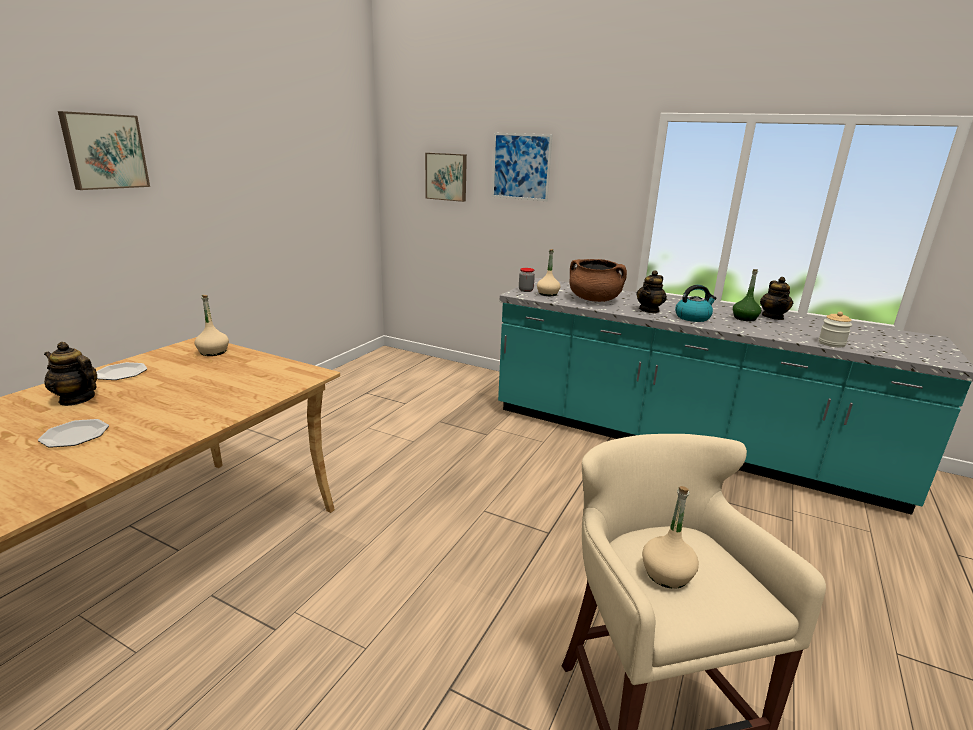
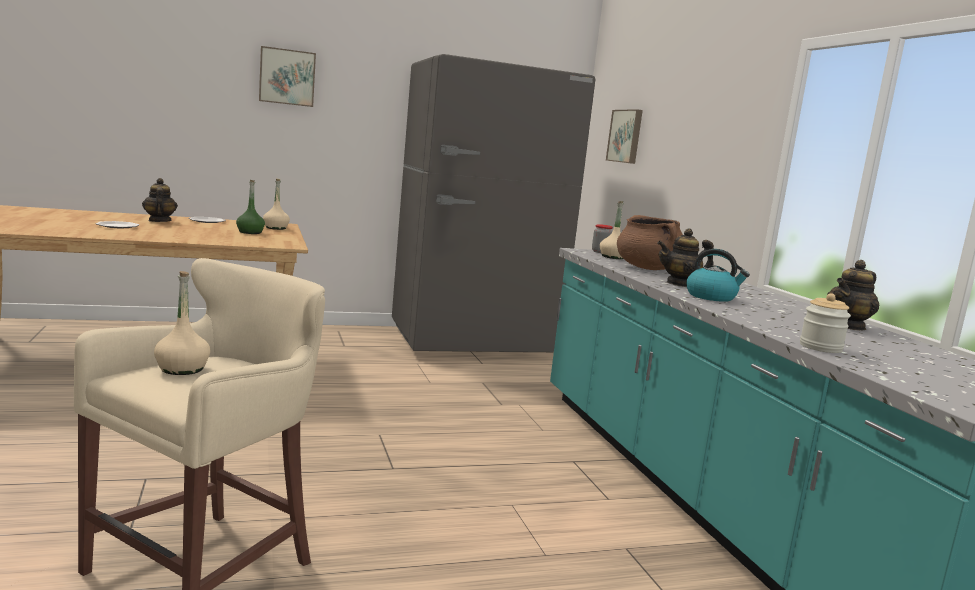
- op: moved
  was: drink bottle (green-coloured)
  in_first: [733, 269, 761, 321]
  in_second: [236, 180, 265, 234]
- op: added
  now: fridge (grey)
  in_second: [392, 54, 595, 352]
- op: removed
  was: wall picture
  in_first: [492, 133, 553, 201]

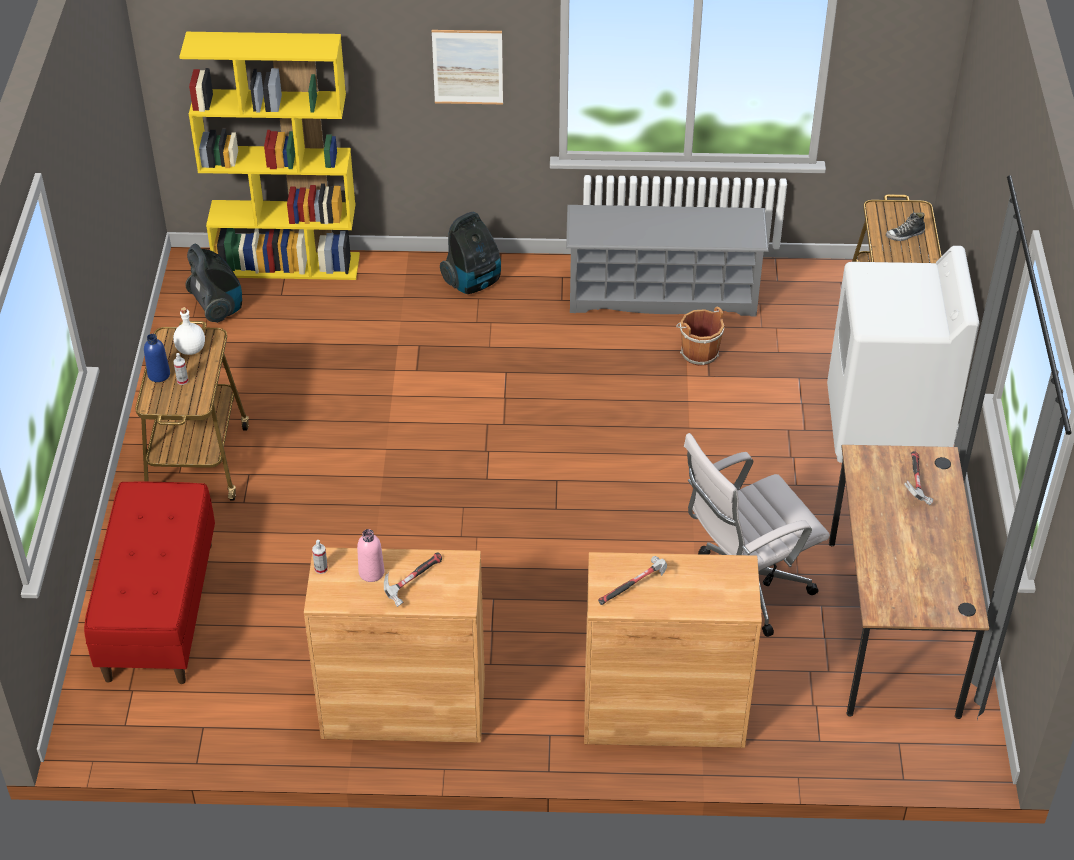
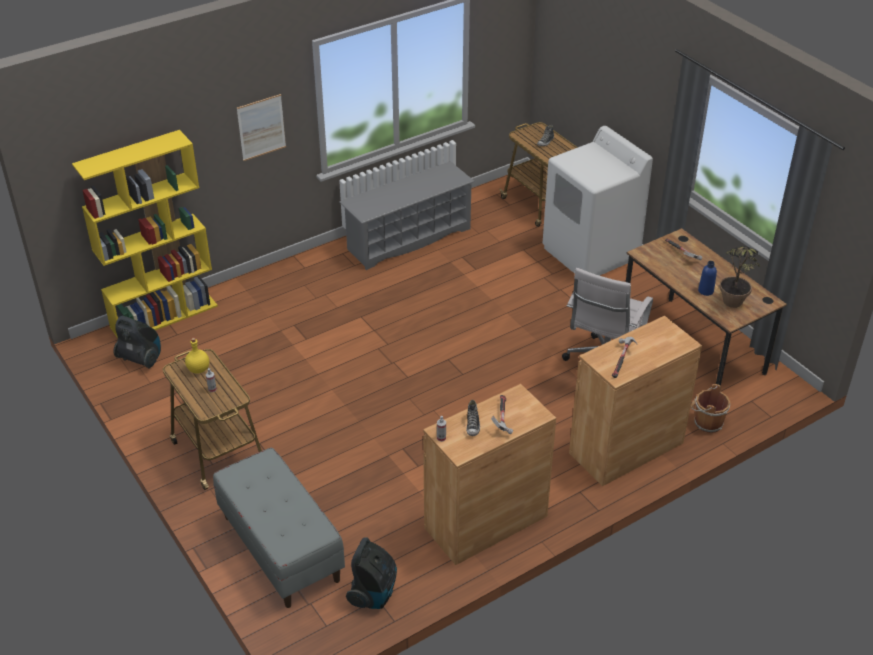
- op: recoloured
  was: drink bottle (whitish)
  now: drink bottle (yellow)
  in_first: [173, 307, 205, 355]
  in_second: [185, 337, 209, 374]
- op: recoloured
  was: bench (reddish)
  now: bench (grey)
  in_first: [84, 481, 215, 684]
  in_second: [213, 448, 345, 608]
- op: moved
  was: hoover
  in_first: [440, 212, 501, 294]
  in_second: [346, 537, 397, 609]
- op: replaced
  was: drink bottle (pinkish)
  now: shoe
  in_first: [357, 529, 385, 582]
  in_second: [466, 400, 480, 436]
- op: moved
  was: pail (brownish)
  in_first: [676, 307, 724, 366]
  in_second: [691, 384, 730, 433]
- op: moved
  was: drink bottle (blue)
  in_first: [144, 334, 170, 382]
  in_second: [698, 261, 717, 296]
- op: added
  now: plant in a pot
  in_second: [720, 246, 760, 308]

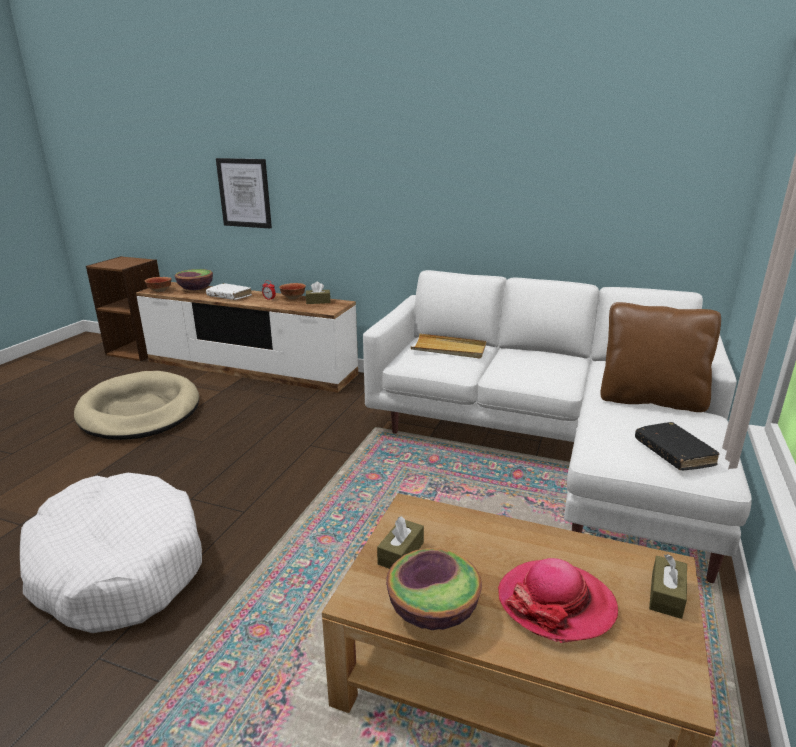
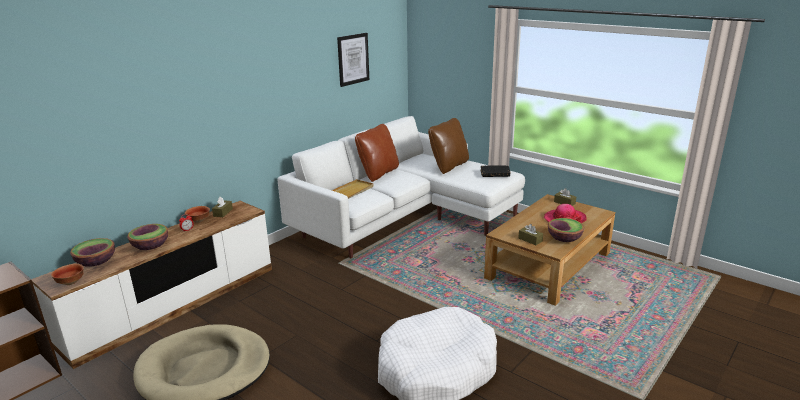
- op: replaced
  was: volume (whitish)
  now: serving bowl
  in_first: [206, 283, 252, 300]
  in_second: [127, 224, 168, 250]
- op: moved
  was: wall picture
  in_first: [216, 158, 272, 228]
  in_second: [337, 33, 369, 87]
- op: added
  now: throw pillow (brownish)
  in_second: [355, 124, 399, 182]

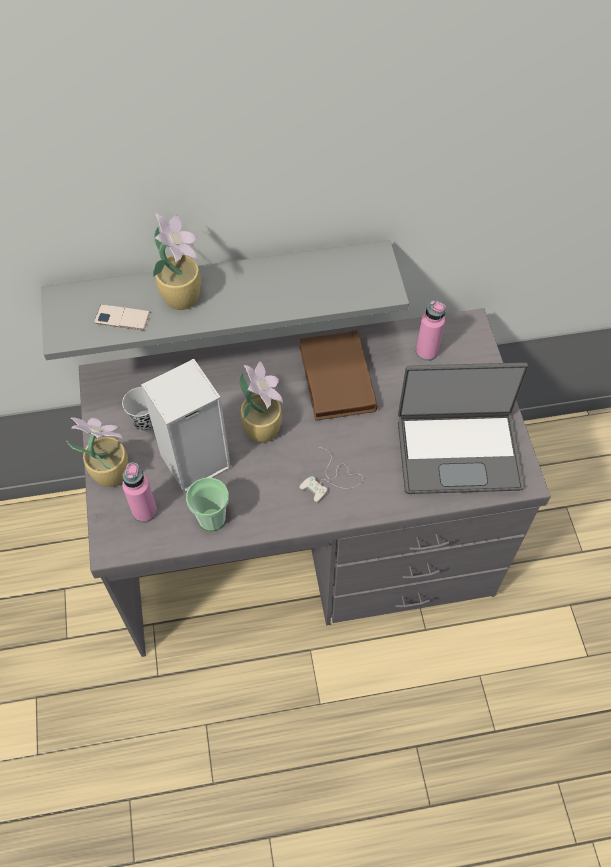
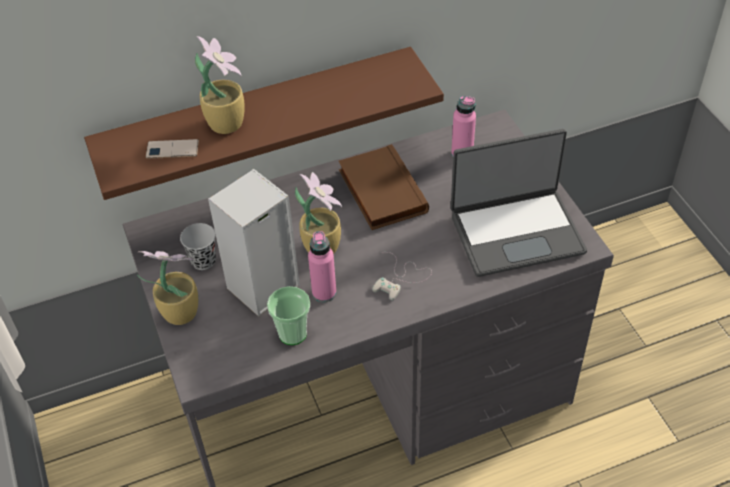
- op: recoloured
  was: bracket shelf (grey)
  now: bracket shelf (brownish)
  in_first: [41, 240, 409, 360]
  in_second: [84, 47, 444, 200]
- op: moved
  was: drink bottle (pinkish)
  in_first: [122, 462, 157, 523]
  in_second: [308, 231, 336, 302]

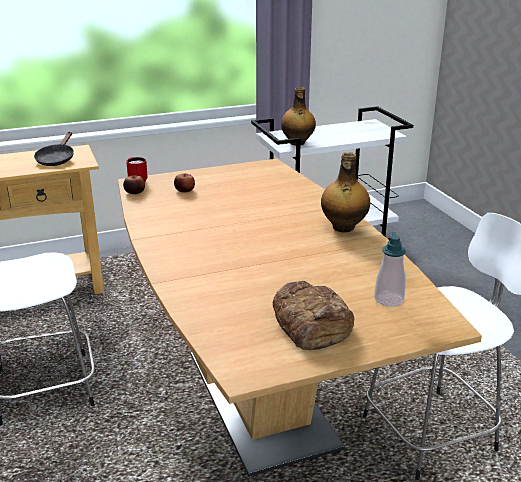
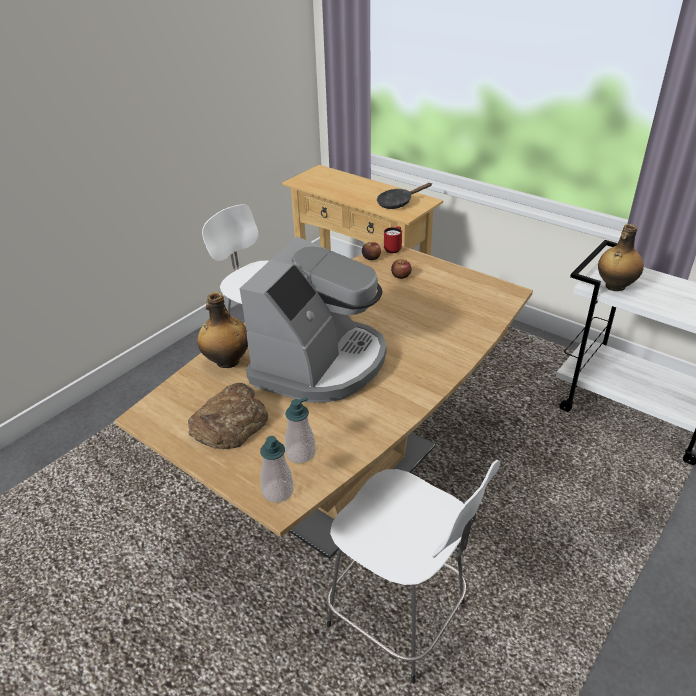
- op: moved
  was: drink bottle
  in_first: [321, 152, 370, 232]
  in_second: [197, 292, 248, 368]
- op: added
  now: coffee brewer
  in_second: [240, 236, 387, 403]
- op: added
  now: soap dispenser
  in_second: [260, 436, 293, 503]

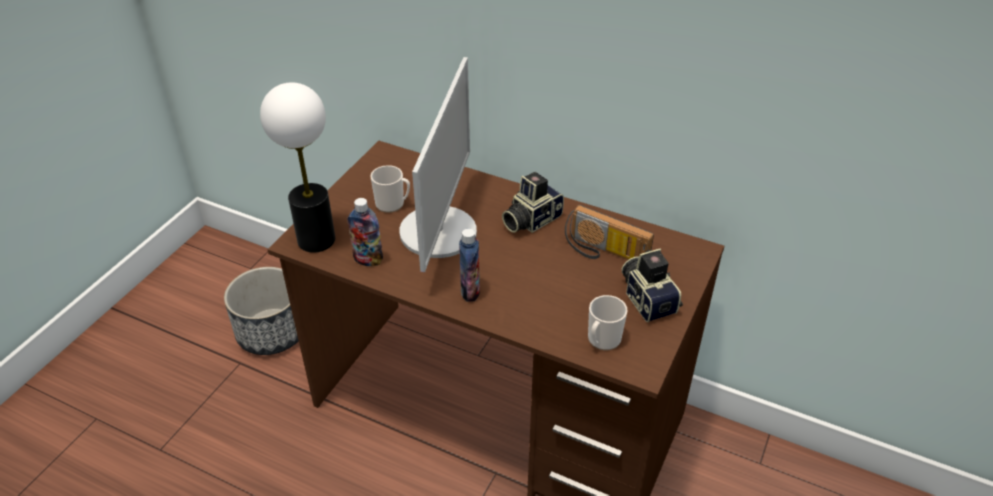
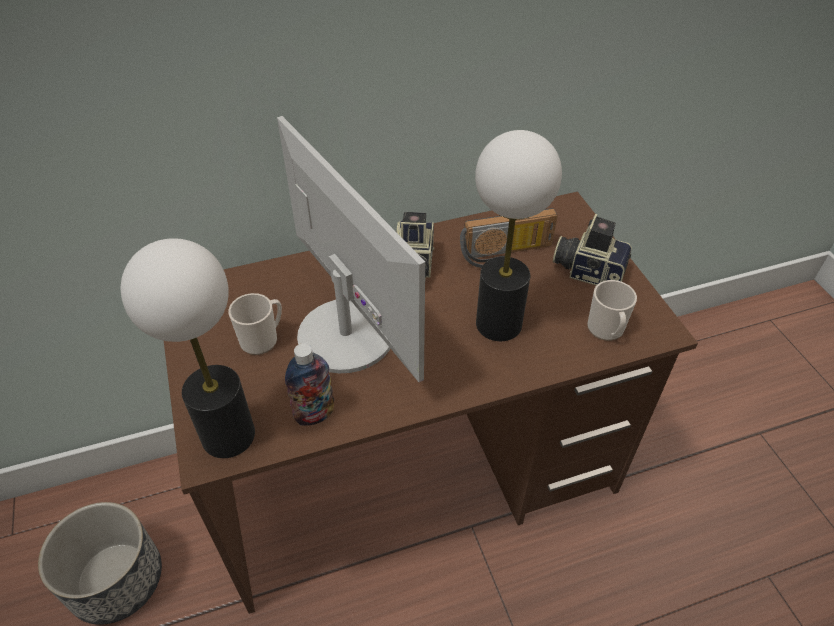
- op: added
  now: table lamp
  in_second: [475, 130, 562, 341]
- op: removed
  was: drink bottle
  in_first: [459, 228, 480, 302]

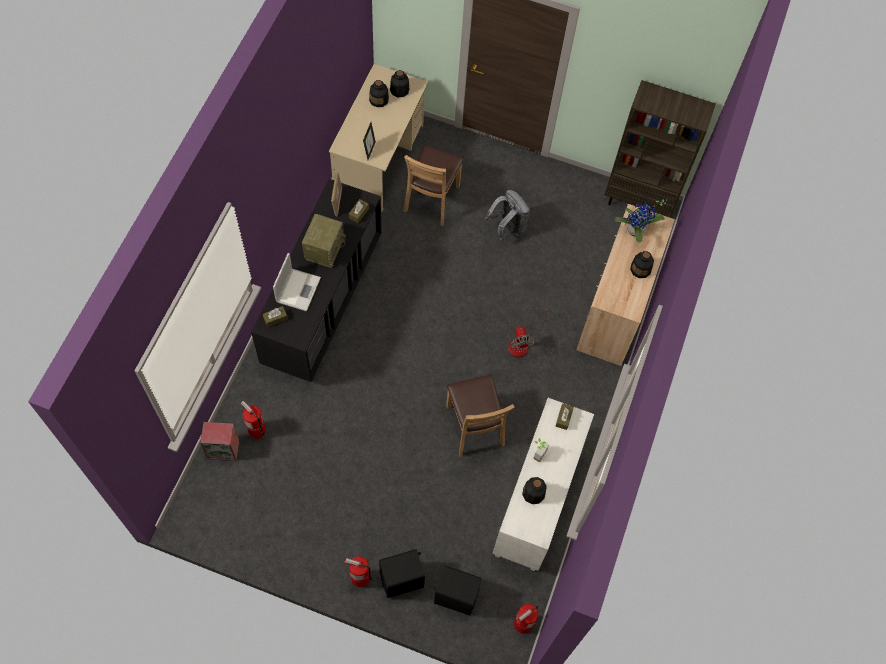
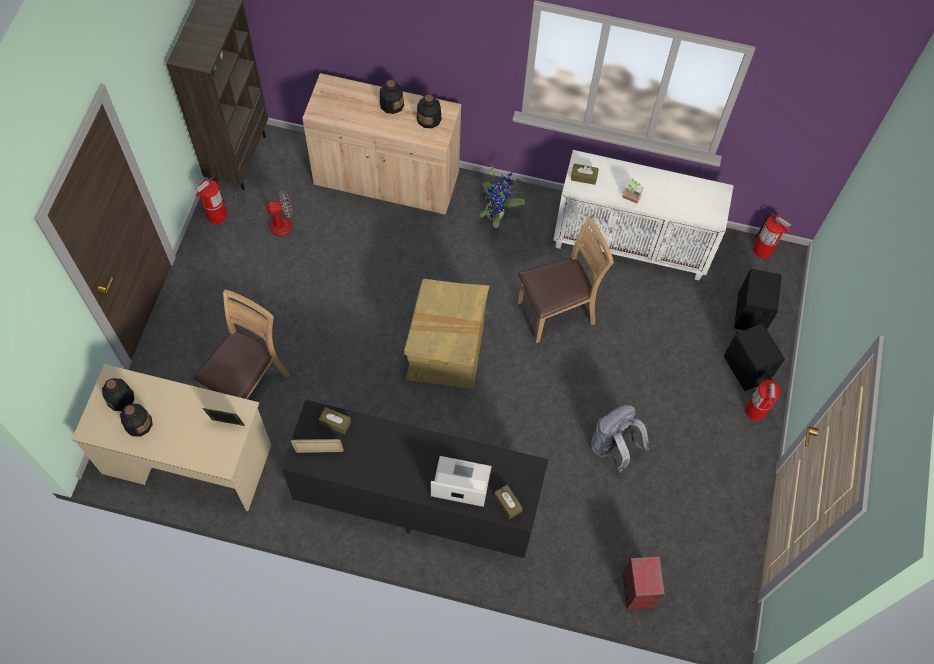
- op: turned
  was: plain chair (brownish)
  in_first: [403, 145, 464, 226]
  in_second: [193, 290, 289, 399]
  clockwise: -75
- op: moved
  was: fire extinguisher
  in_first: [241, 400, 266, 439]
  in_second: [195, 176, 227, 224]
- op: moved
  was: cooling fan
  in_first: [508, 308, 549, 358]
  in_second: [234, 188, 293, 236]
- op: added
  now: packing box
  in_second: [404, 279, 490, 389]
- op: moved
  was: drink bottle
  in_first: [522, 477, 547, 504]
  in_second: [417, 94, 442, 128]
- op: moved
  was: plant in a pot
  in_first: [615, 199, 667, 243]
  in_second: [480, 165, 525, 228]
- op: moved
  was: knapsack (grey)
  in_first: [485, 190, 530, 241]
  in_second: [591, 405, 649, 472]
- op: removed
  was: radio receiver
  in_first: [302, 214, 346, 268]

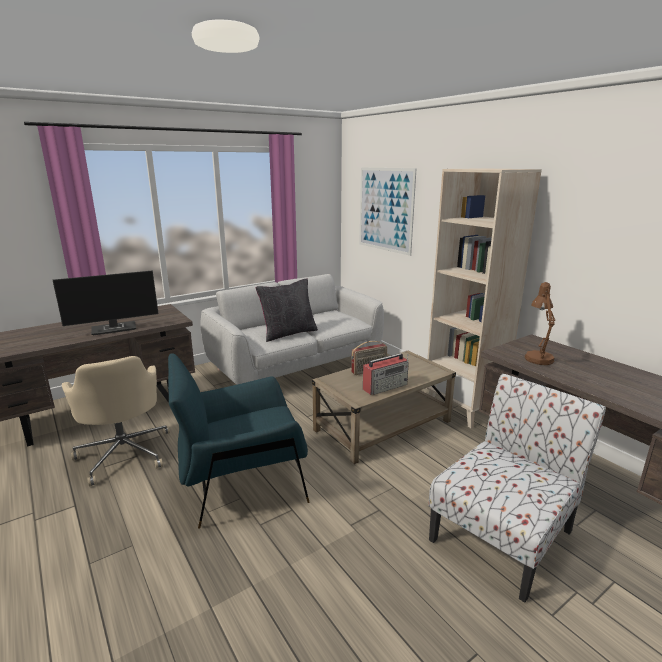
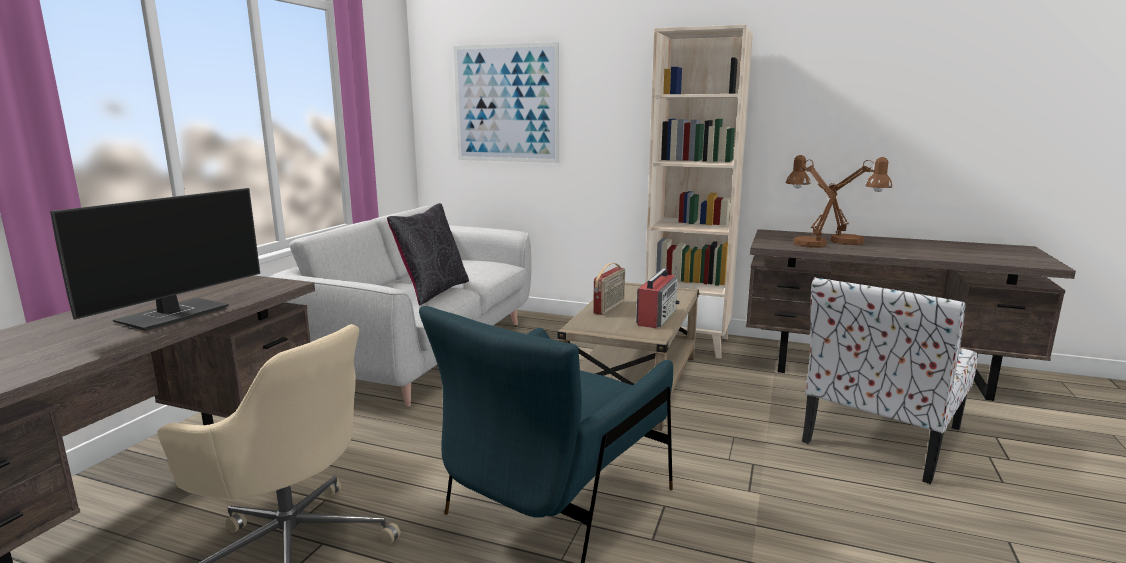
- op: turned
  was: plain chair
  in_first: [429, 373, 606, 603]
  in_second: [802, 277, 977, 484]
  clockwise: -150
- op: added
  now: table lamp (brownish)
  in_second: [829, 157, 892, 245]

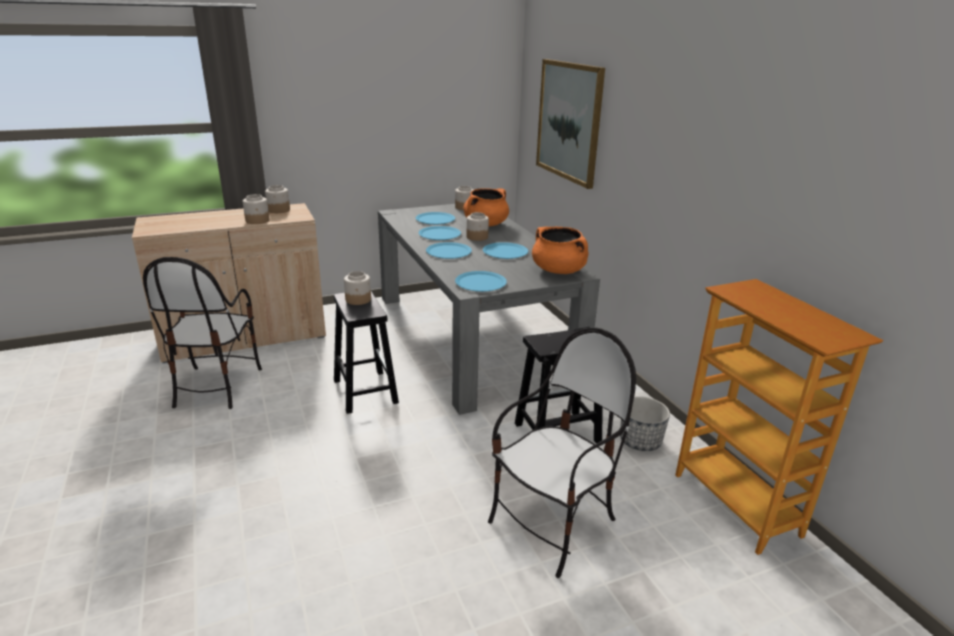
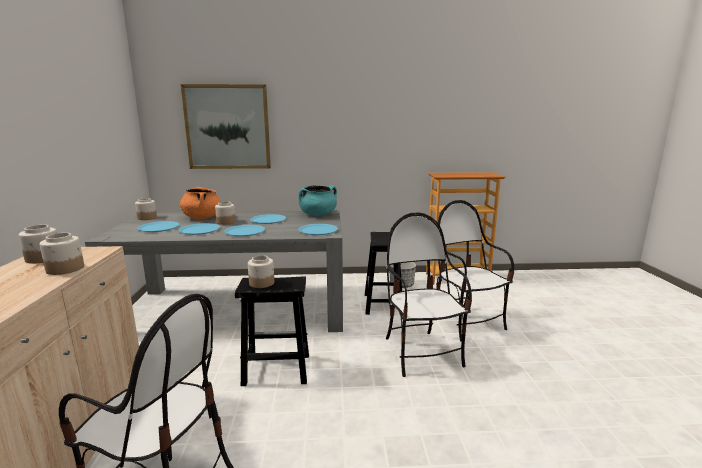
- op: recoloured
  was: saucepot (orange)
  now: saucepot (turquoise)
  in_first: [532, 227, 588, 274]
  in_second: [298, 185, 337, 216]
- op: added
  now: plain chair
  in_second: [385, 212, 472, 377]

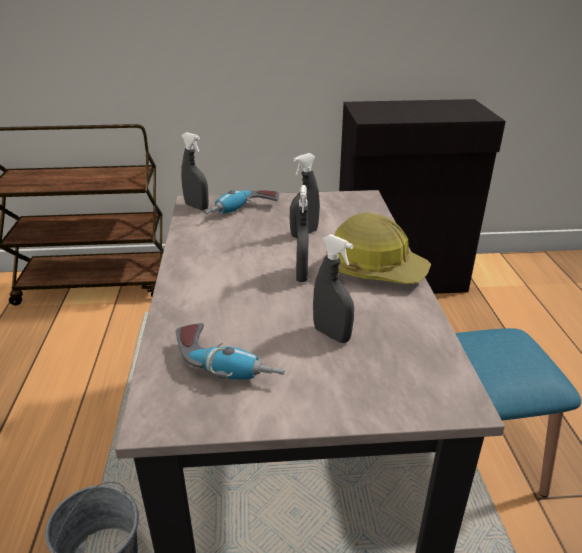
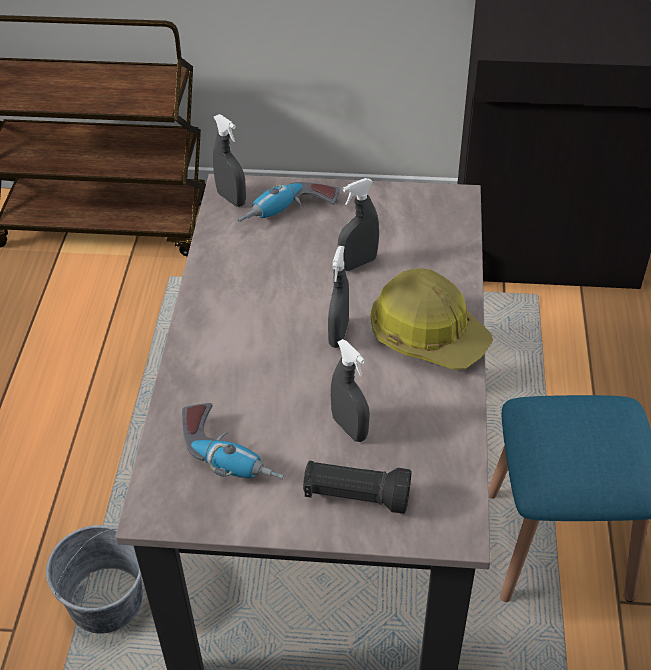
- op: added
  now: torch (black-coloured)
  in_second: [303, 461, 411, 514]

